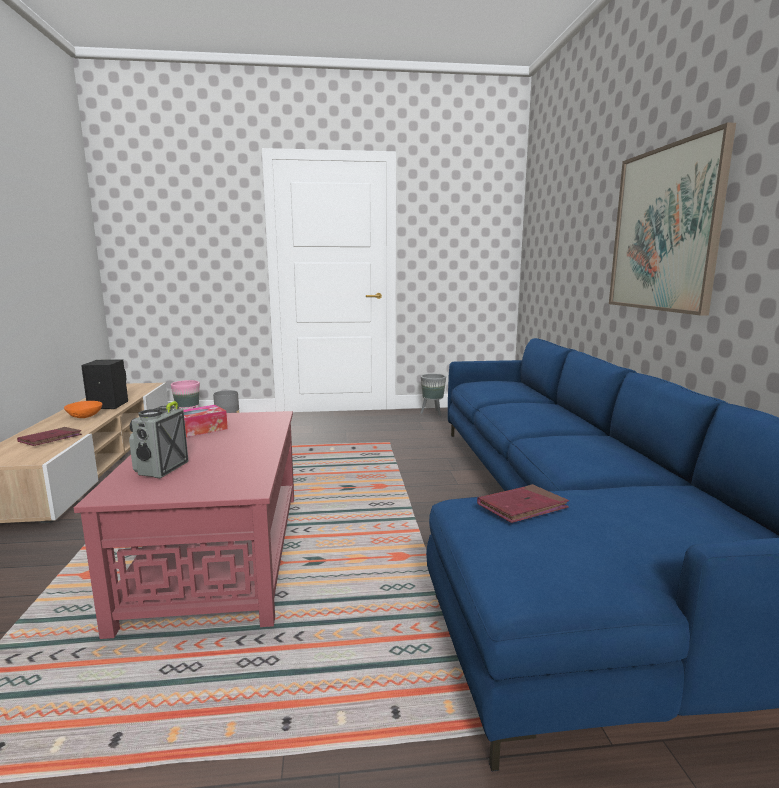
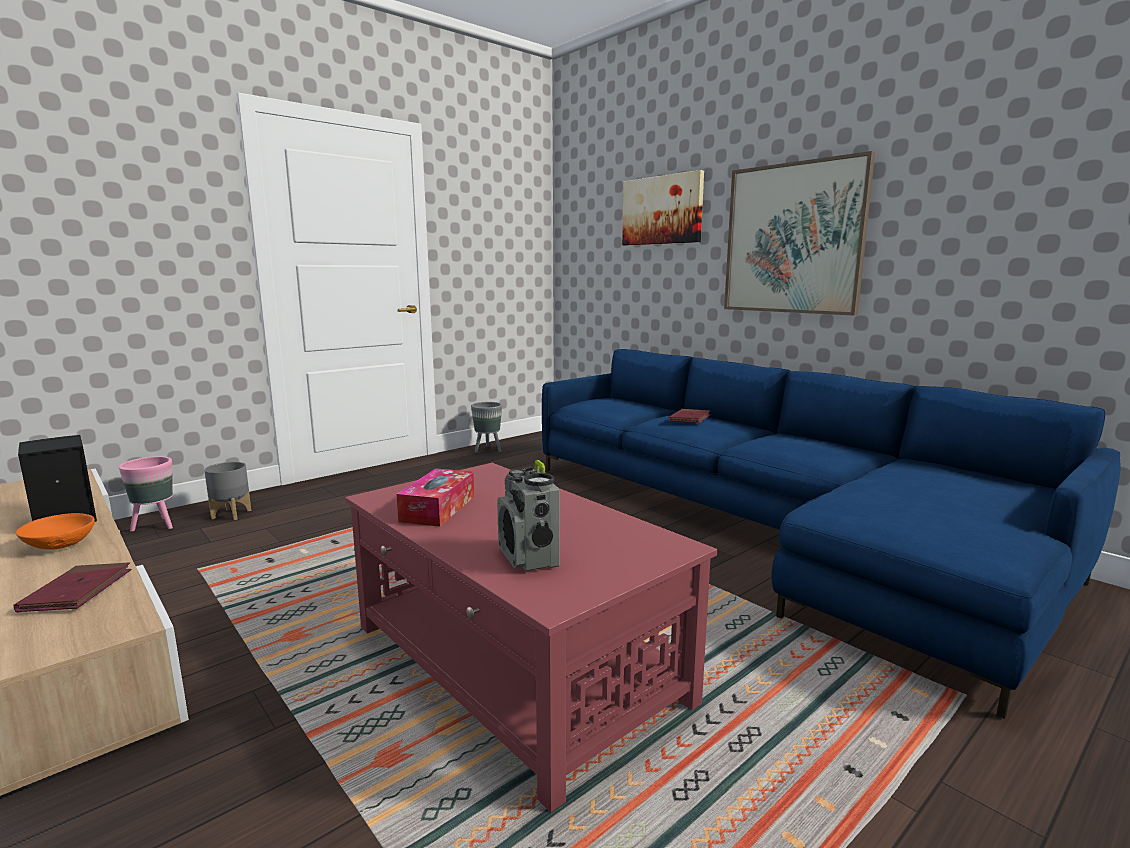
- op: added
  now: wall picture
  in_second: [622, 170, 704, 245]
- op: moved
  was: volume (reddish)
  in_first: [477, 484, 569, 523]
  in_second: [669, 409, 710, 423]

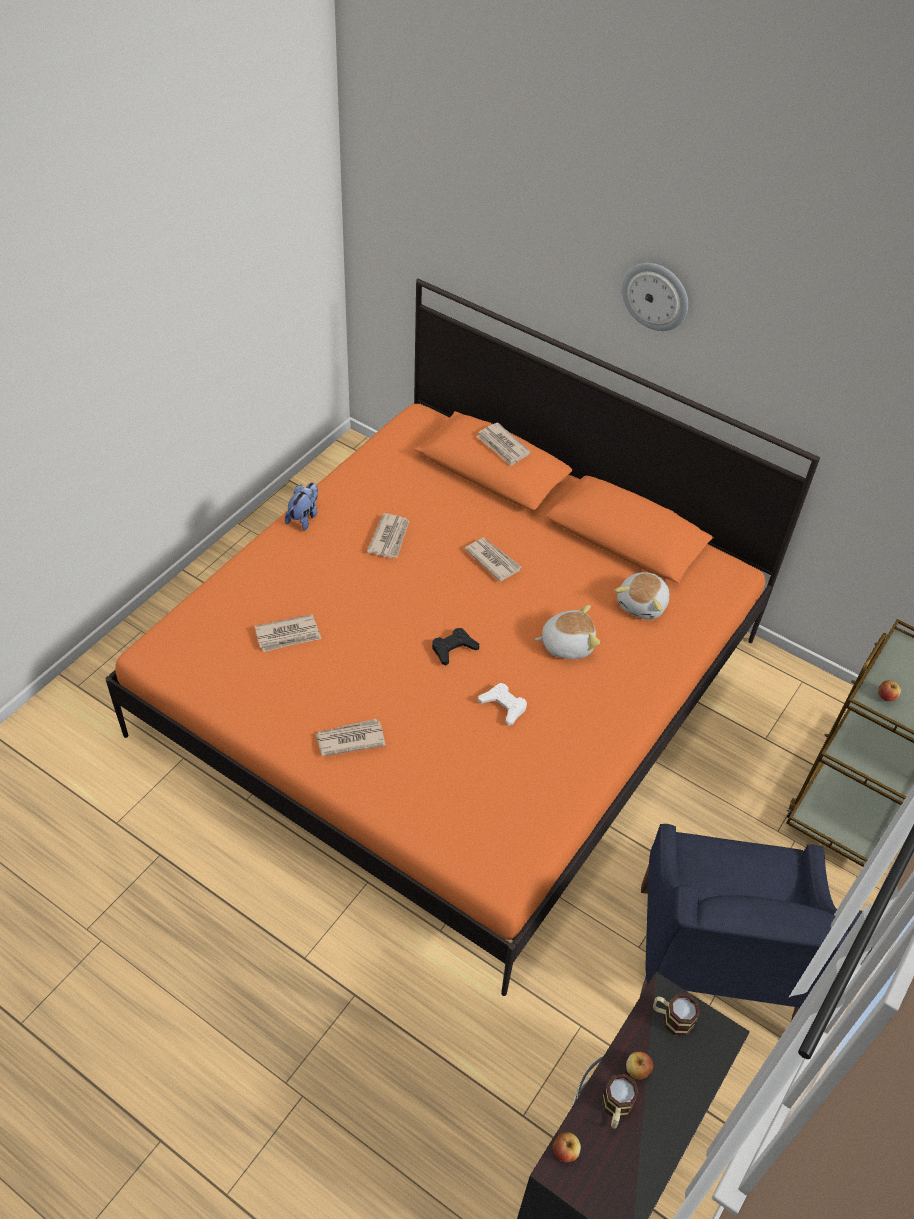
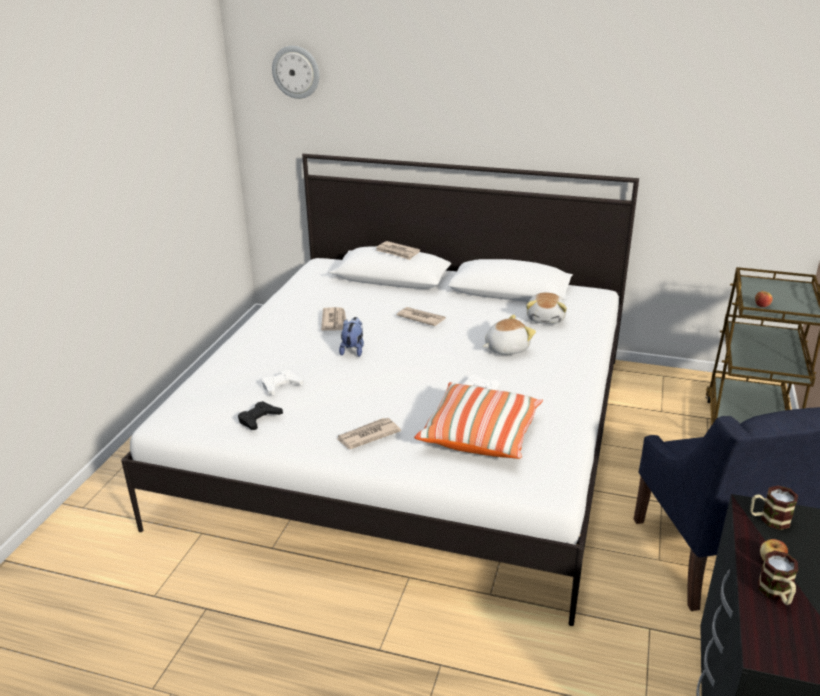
- op: recoloured
  was: bed (orange)
  now: bed (whitish)
  in_first: [105, 278, 820, 996]
  in_second: [121, 154, 639, 626]
- op: moved
  was: game controller (black-coloured)
  in_first: [432, 628, 479, 665]
  in_second: [238, 401, 283, 430]
- op: replaced
  was: printed paper
  now: game controller (whitish)
  in_first: [254, 614, 321, 652]
  in_second: [262, 370, 304, 395]
- op: moved
  was: wall clock
  in_first: [622, 263, 688, 331]
  in_second: [272, 46, 320, 99]
- op: moved
  was: plush toy
  in_first: [285, 482, 318, 531]
  in_second: [339, 317, 364, 357]
- op: added
  now: throw pillow
  in_second: [414, 382, 543, 459]
- op: removed
  was: whole apple
  in_first: [553, 1132, 581, 1162]

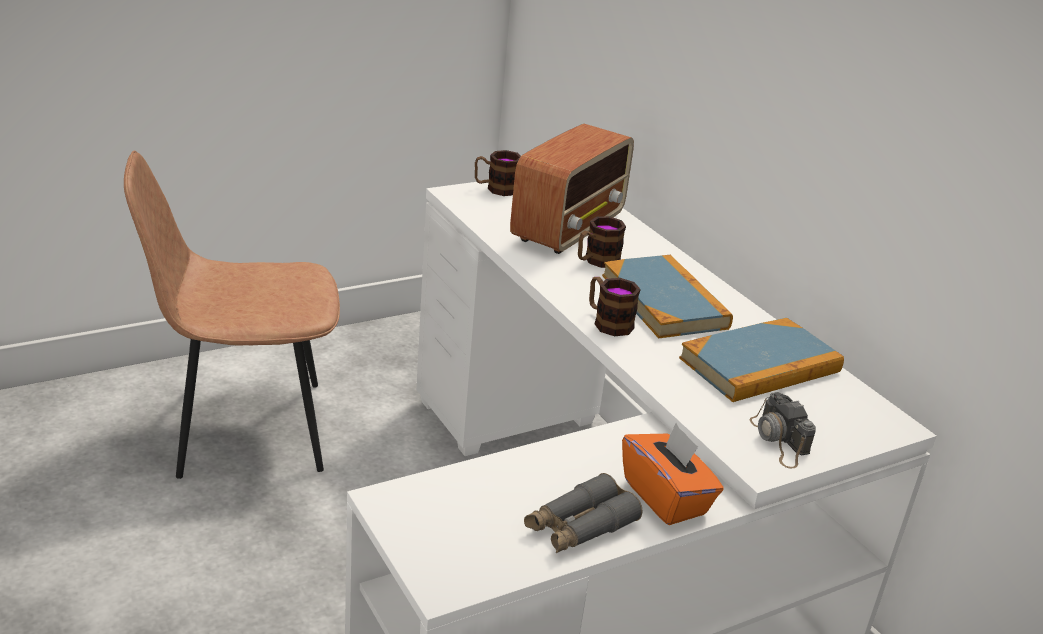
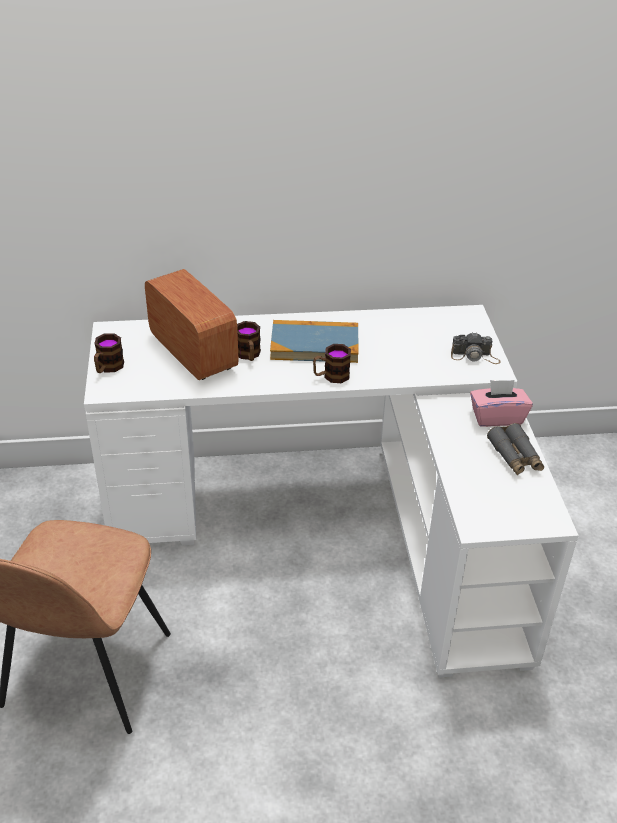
- op: recoloured
  was: box of tissues (orange)
  now: box of tissues (pinkish)
  in_first: [622, 423, 724, 525]
  in_second: [470, 380, 533, 427]
- op: removed
  was: volume
  in_first: [679, 318, 844, 402]

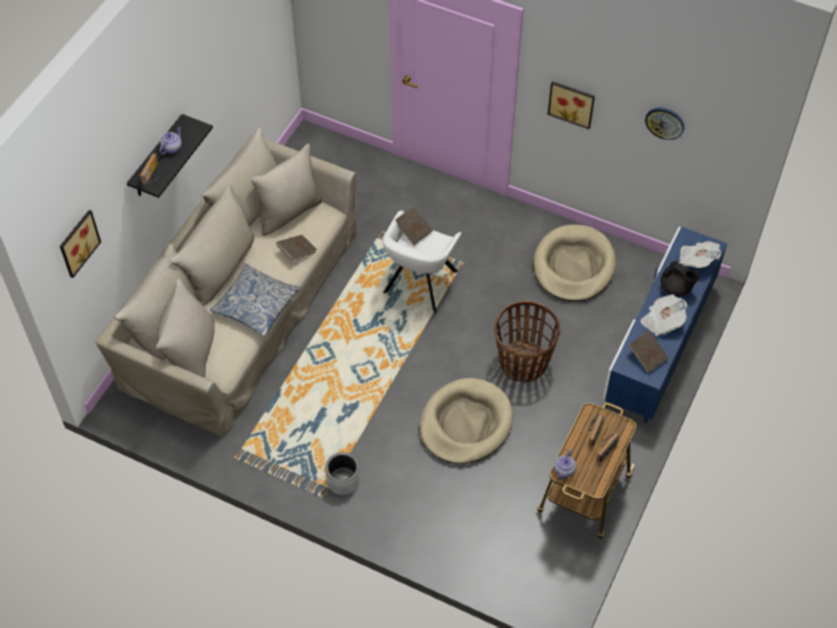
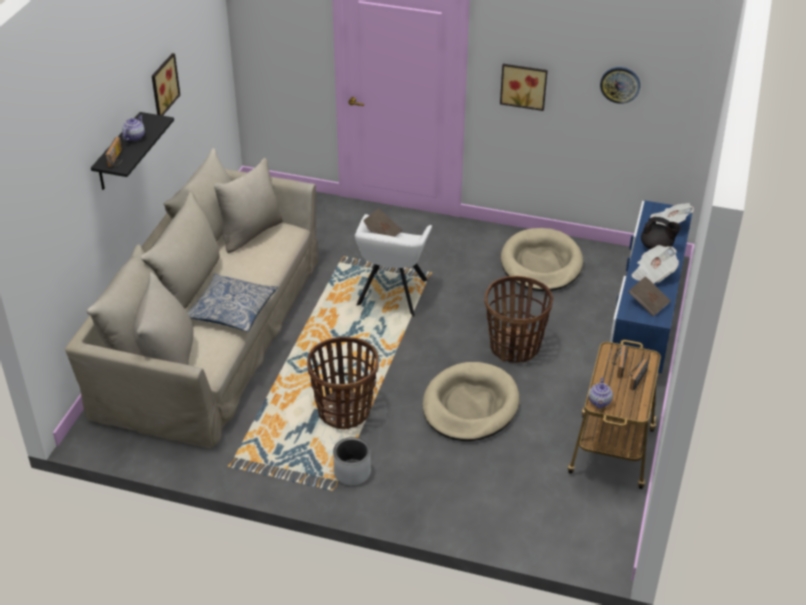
- op: moved
  was: wall picture
  in_first: [60, 210, 101, 278]
  in_second: [152, 53, 180, 116]
- op: added
  now: storage basket
  in_second: [307, 337, 379, 430]
- op: removed
  was: volume (brownish)
  in_first: [276, 235, 317, 260]

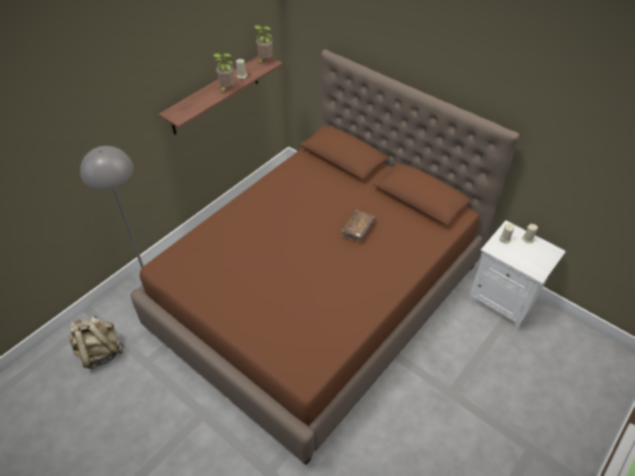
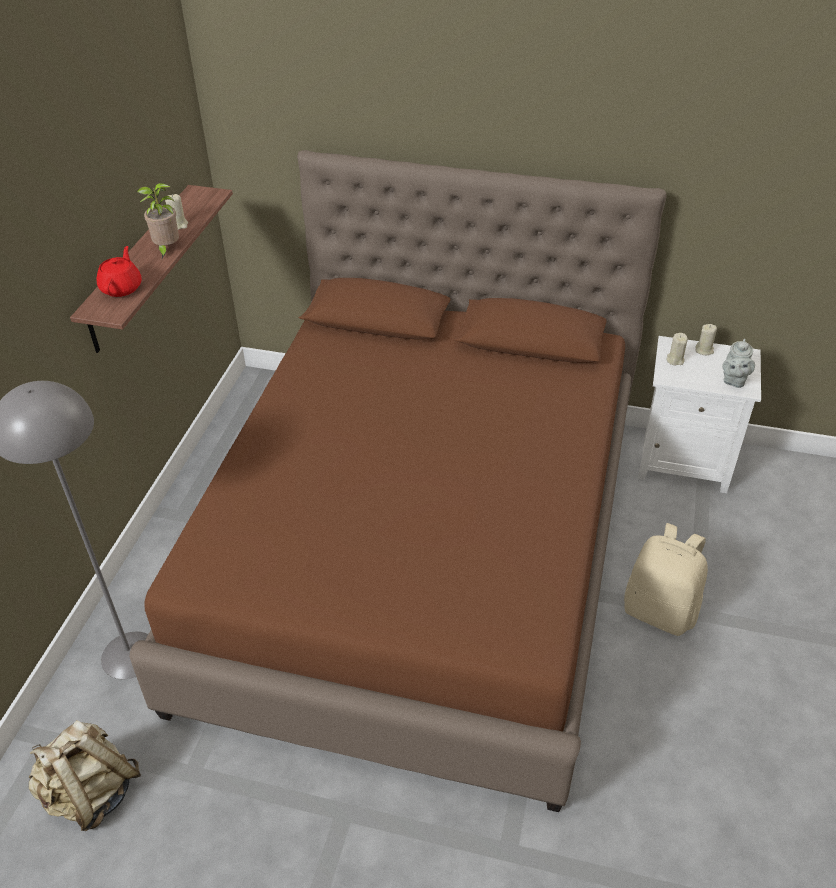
- op: added
  now: tea pot (reddish)
  in_second: [97, 246, 142, 297]
- op: added
  now: knapsack (beige)
  in_second: [624, 523, 708, 636]
- op: added
  now: tea pot (grey)
  in_second: [722, 339, 755, 388]
- op: removed
  was: plant in a pot
  in_first: [254, 25, 273, 64]
- op: removed
  was: volume (brownish)
  in_first: [341, 210, 376, 242]

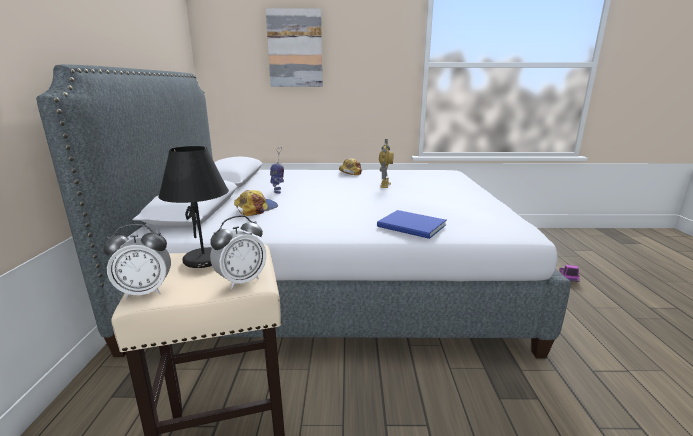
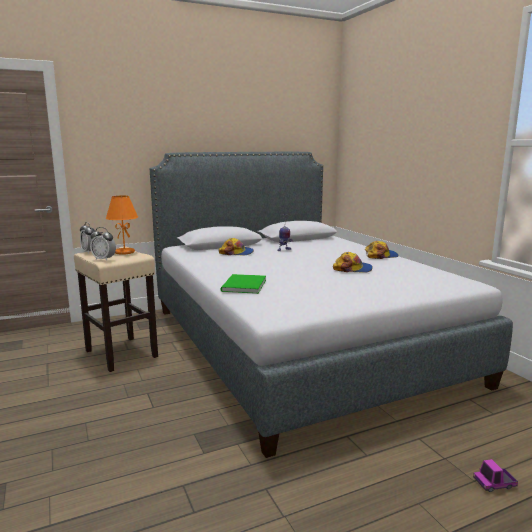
- op: recoloured
  was: table lamp (black-coloured)
  now: table lamp (orange)
  in_first: [158, 146, 229, 268]
  in_second: [105, 196, 138, 255]
- op: recoloured
  was: volume (blue)
  now: volume (green-coloured)
  in_first: [377, 210, 446, 239]
  in_second: [221, 274, 266, 294]
- op: replaced
  was: robot figure
  now: peaked cap
  in_first: [379, 139, 394, 188]
  in_second: [333, 252, 373, 273]
- op: removed
  was: wall picture
  in_first: [266, 8, 323, 87]

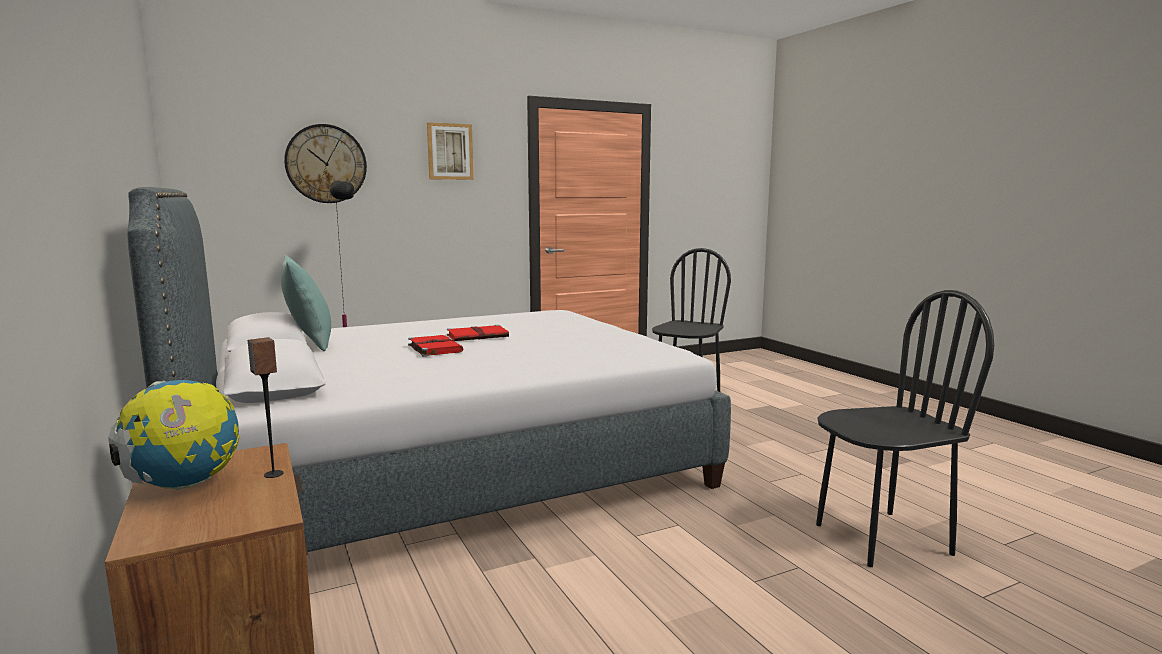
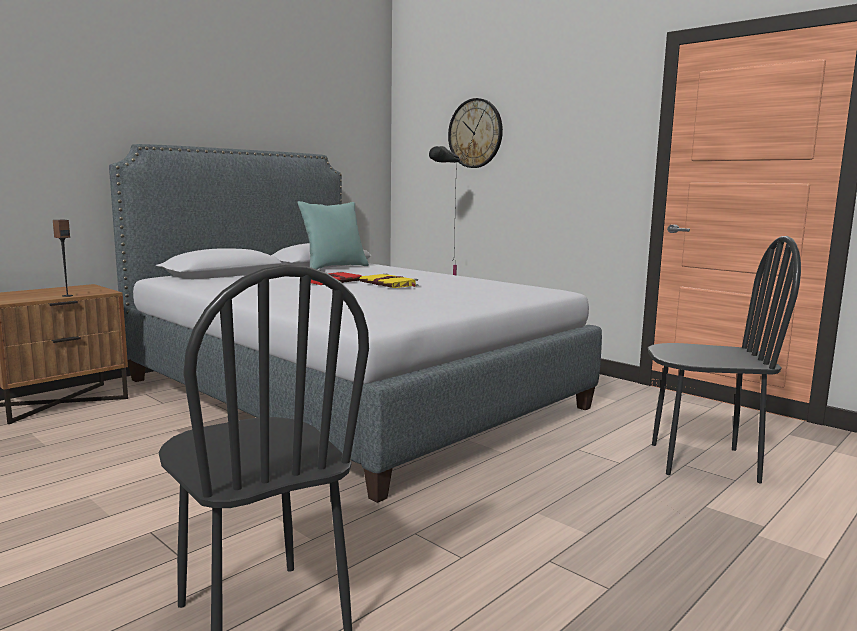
- op: recoloured
  was: volume (reddish)
  now: volume (yellow)
  in_first: [447, 325, 509, 341]
  in_second: [360, 274, 419, 288]
- op: removed
  was: globe
  in_first: [108, 380, 239, 489]
- op: removed
  was: wall picture
  in_first: [427, 122, 474, 180]

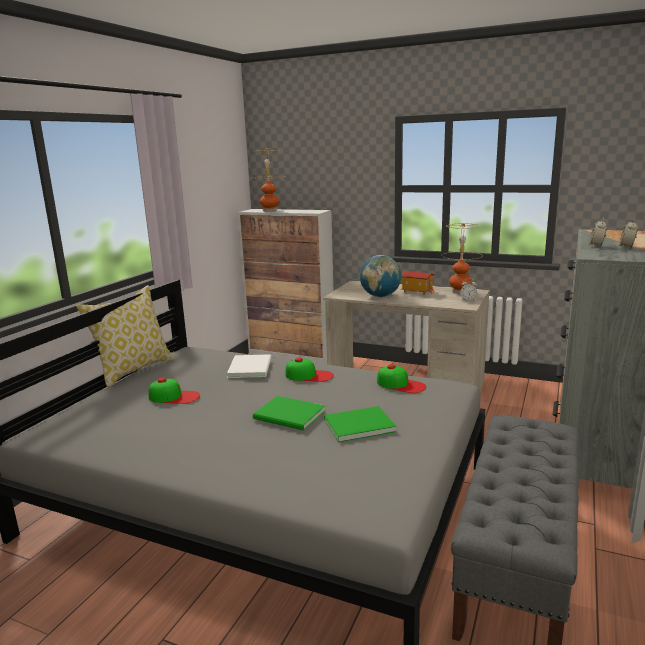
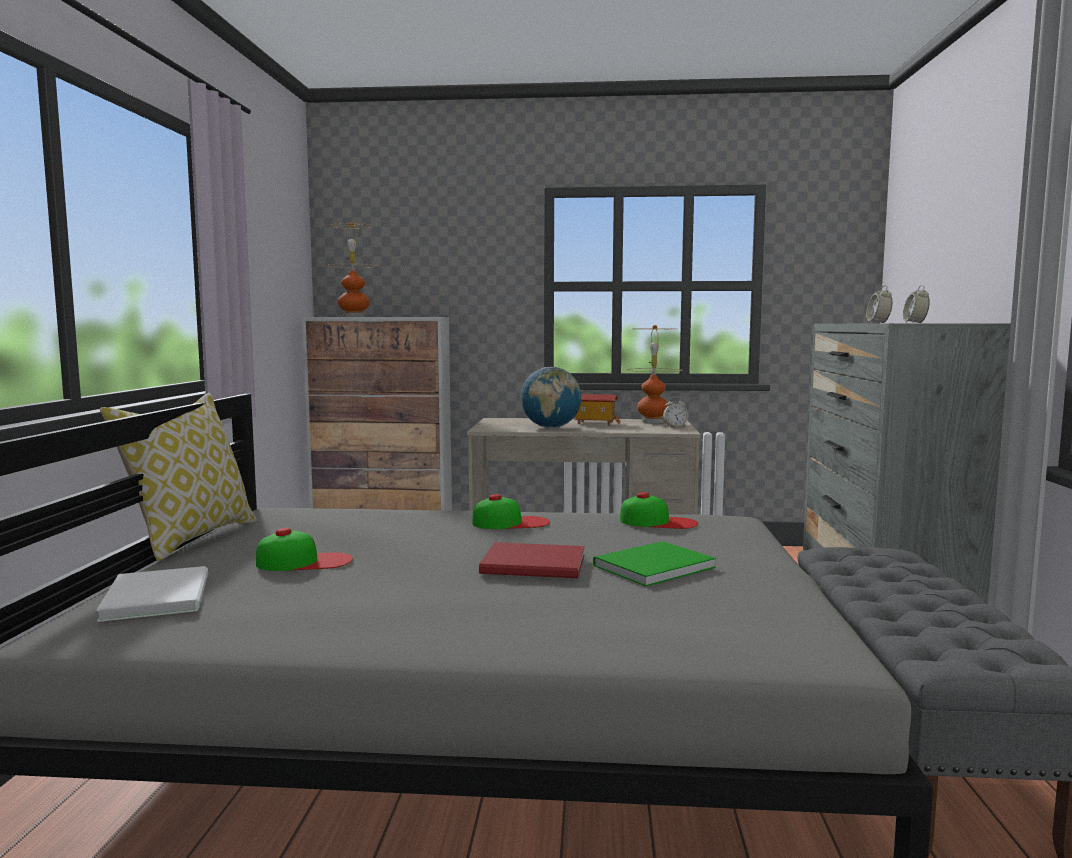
- op: moved
  was: volume (whitish)
  in_first: [227, 354, 271, 378]
  in_second: [96, 566, 208, 622]
- op: recoloured
  was: volume (green-coloured)
  now: volume (reddish)
  in_first: [253, 396, 326, 430]
  in_second: [479, 542, 585, 578]

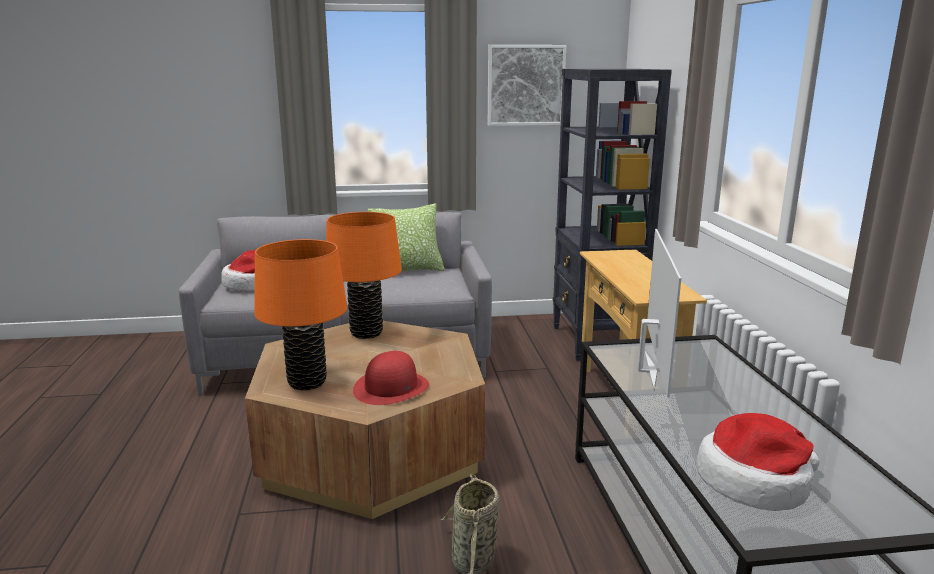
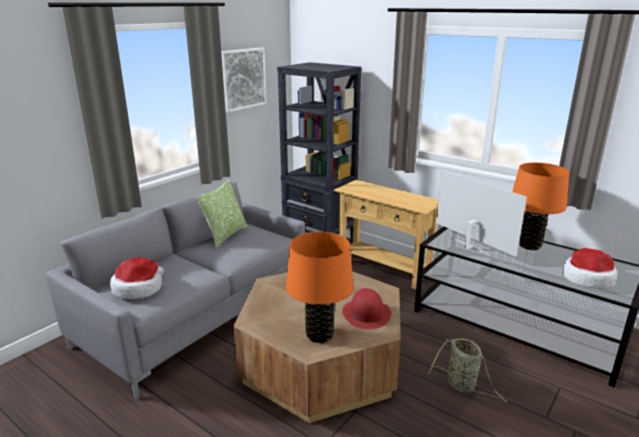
- op: moved
  was: table lamp (orange)
  in_first: [326, 212, 402, 339]
  in_second: [512, 163, 569, 250]

